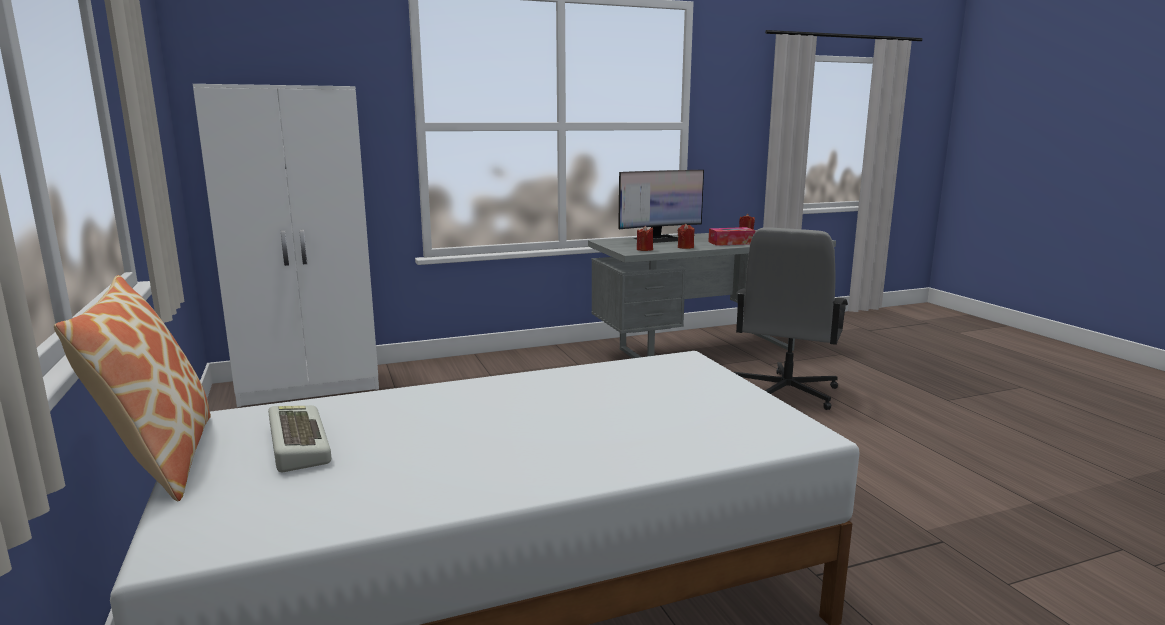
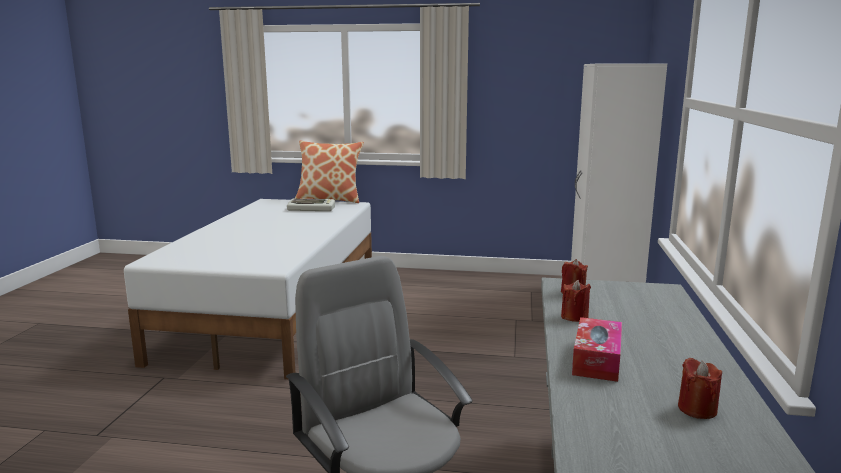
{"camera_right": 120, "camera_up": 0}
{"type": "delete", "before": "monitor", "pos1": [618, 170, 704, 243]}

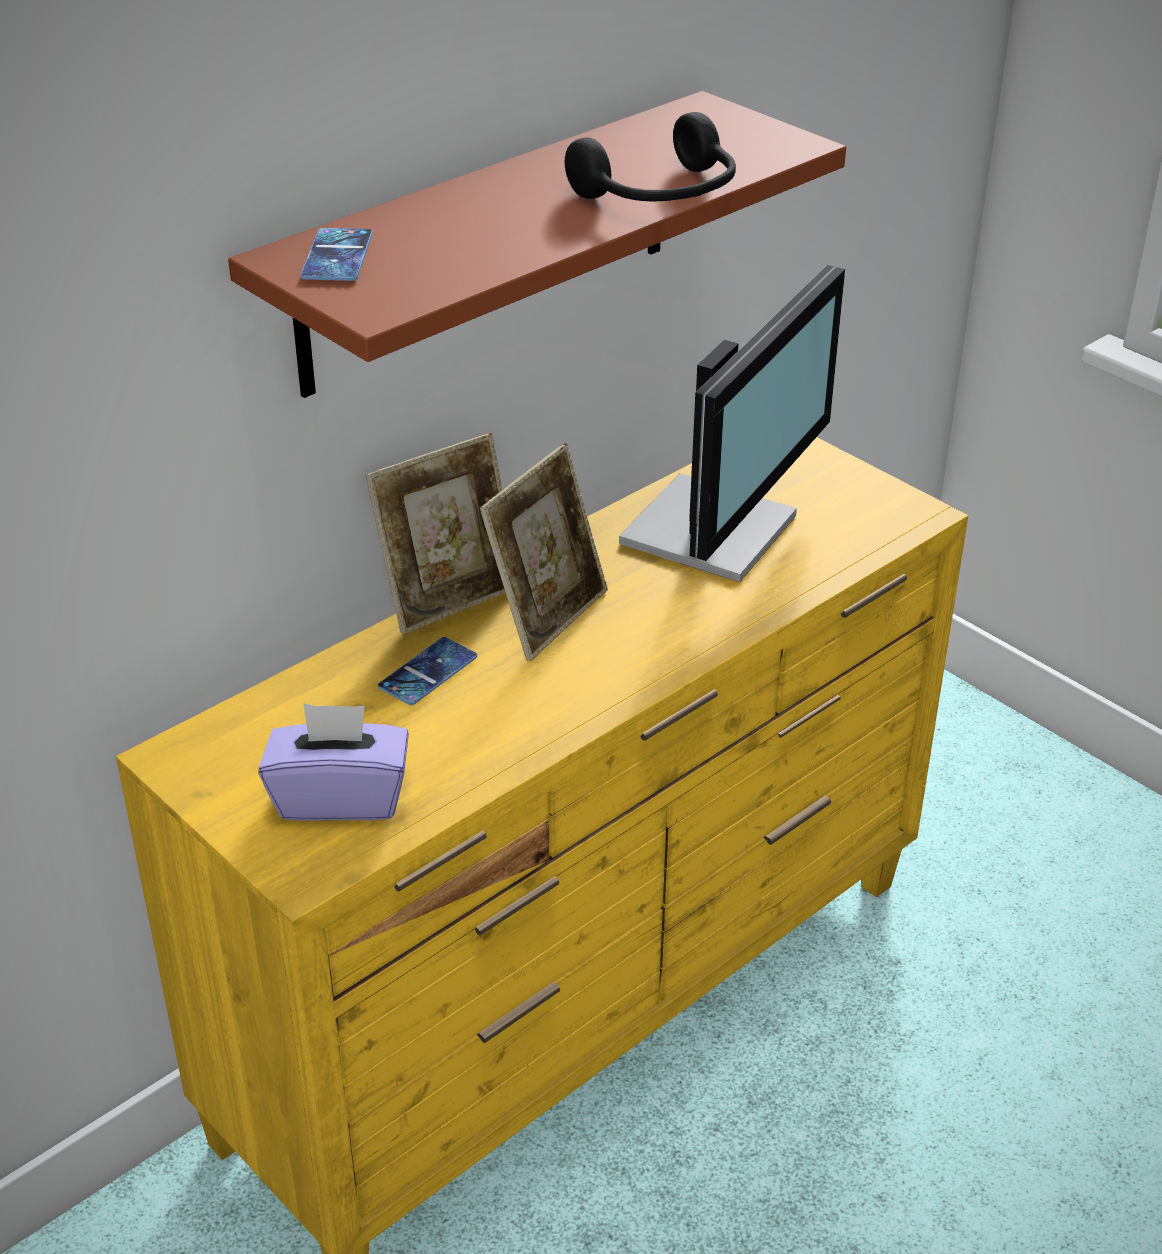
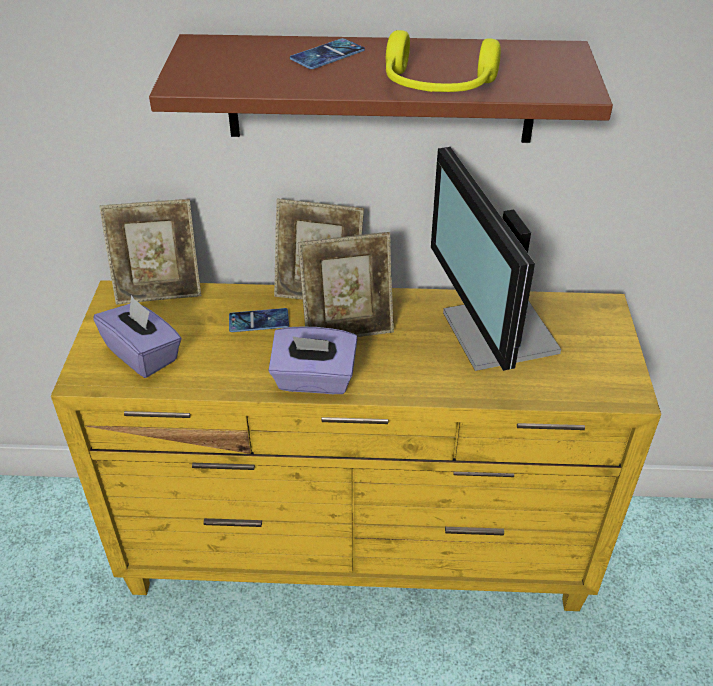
{"camera_right": 45, "camera_up": 5}
{"type": "insert", "after": "picture frame", "pos2": [99, 199, 201, 305]}
{"type": "insert", "after": "purple tissue box", "pos2": [268, 327, 357, 394]}
{"type": "move", "before": "phone", "pos1": [300, 228, 373, 281], "pos2": [290, 38, 365, 69]}
{"type": "recolor", "before": "black headphones", "after": "yellow headphones", "pos1": [565, 112, 736, 202], "pos2": [386, 30, 501, 92]}
{"type": "rotate", "before": "monitor", "pos1": [619, 265, 845, 582], "pos2": [431, 147, 561, 371], "turn": 90}

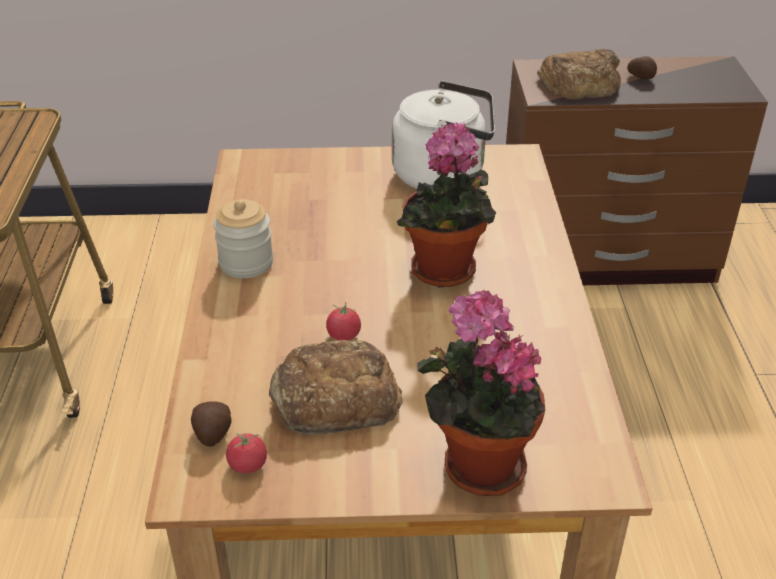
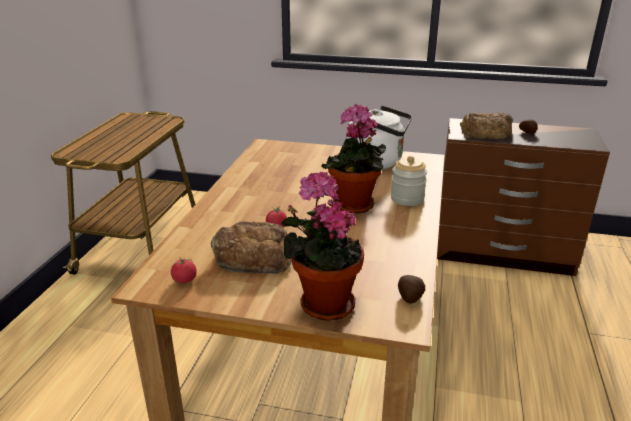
{"camera_right": 15, "camera_up": -10}
{"type": "move", "before": "jar", "pos1": [213, 199, 273, 278], "pos2": [391, 156, 427, 206]}
{"type": "move", "before": "potato", "pos1": [191, 401, 232, 447], "pos2": [398, 275, 425, 303]}

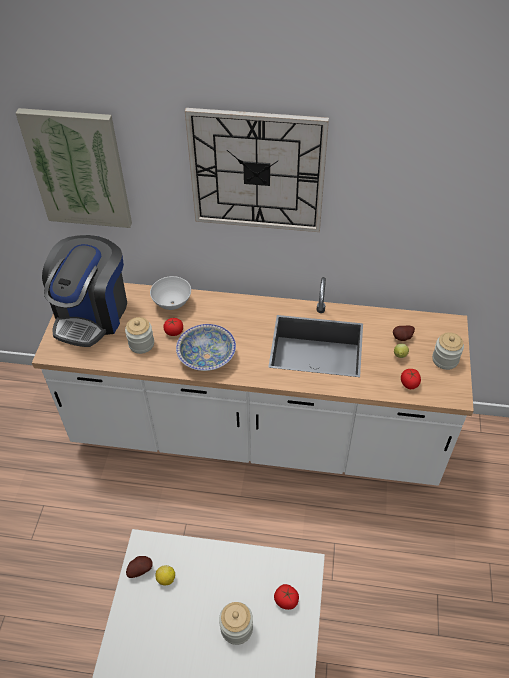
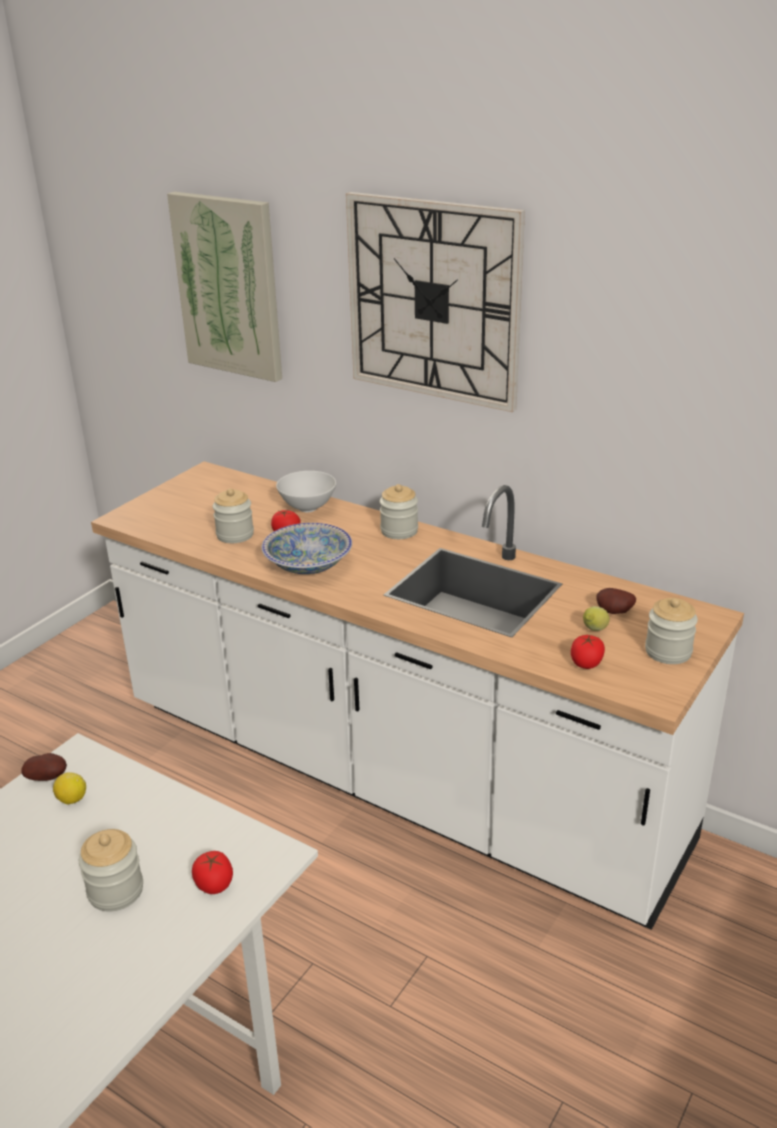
{"camera_right": 25, "camera_up": -20}
{"type": "insert", "after": "jar", "pos2": [380, 484, 418, 539]}
{"type": "delete", "before": "coffee machine", "pos1": [42, 235, 127, 347]}

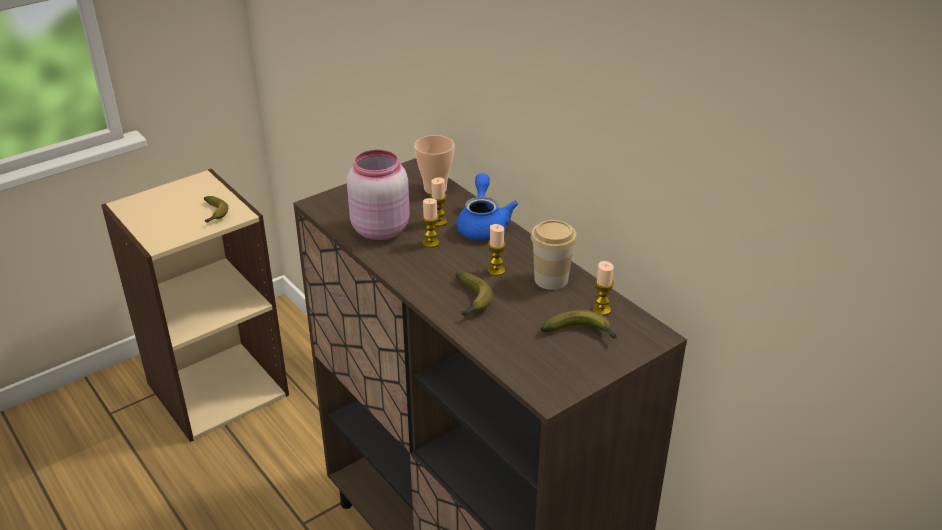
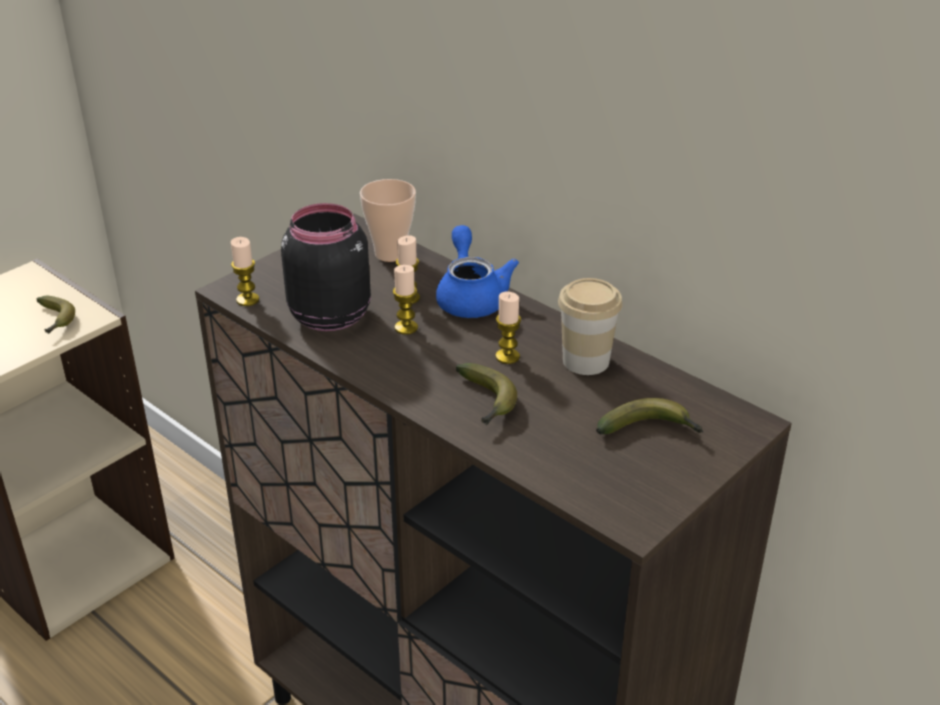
{"camera_right": -10, "camera_up": 0}
{"type": "move", "before": "candle", "pos1": [592, 261, 614, 316], "pos2": [231, 237, 259, 306]}
{"type": "recolor", "before": "pink jar", "after": "black jar", "pos1": [347, 150, 410, 240], "pos2": [281, 203, 371, 331]}

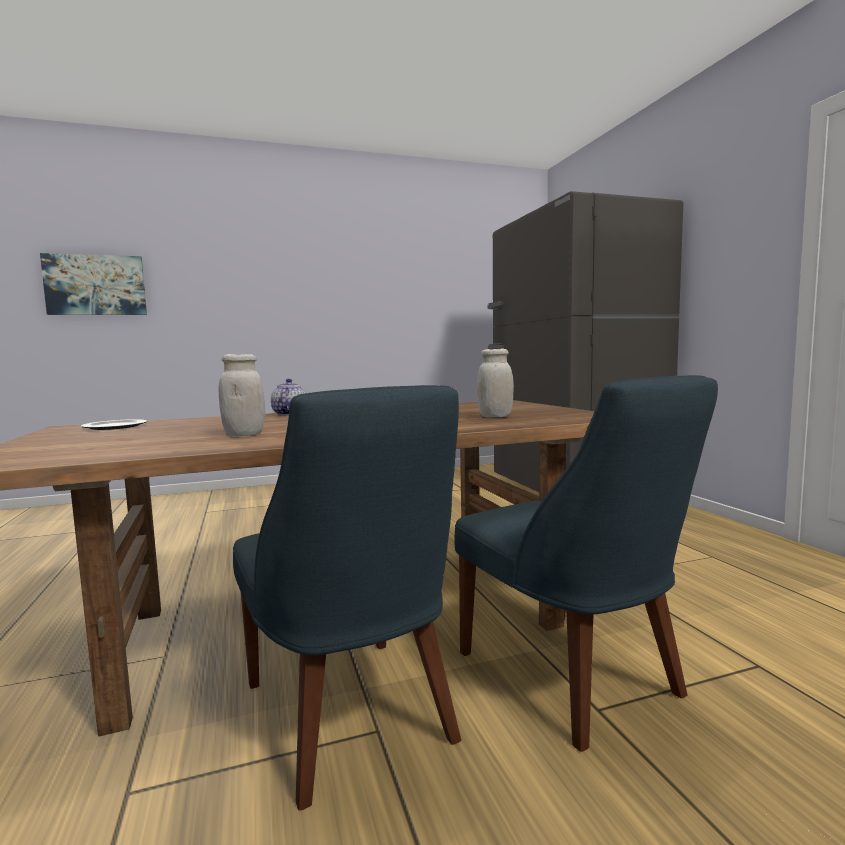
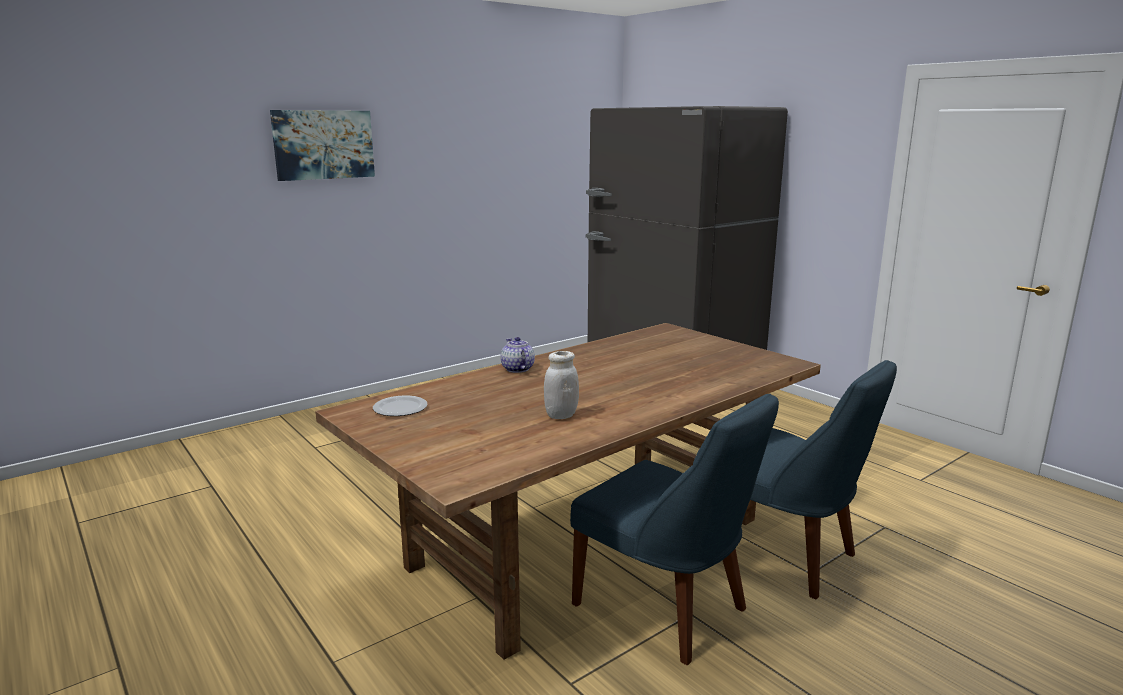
{"camera_right": -20, "camera_up": 10}
{"type": "move", "before": "picture", "pos1": [40, 253, 147, 315], "pos2": [270, 110, 375, 181]}
{"type": "delete", "before": "white jar", "pos1": [477, 348, 514, 417]}

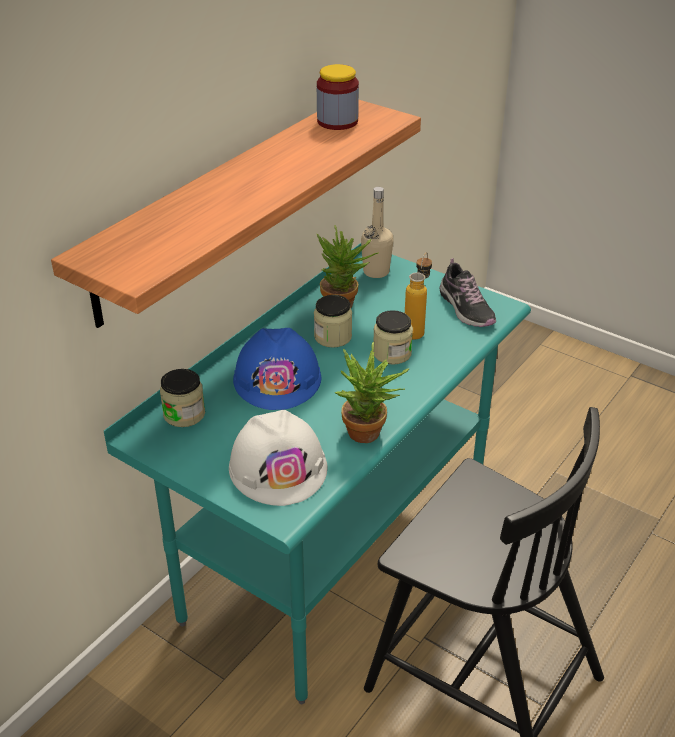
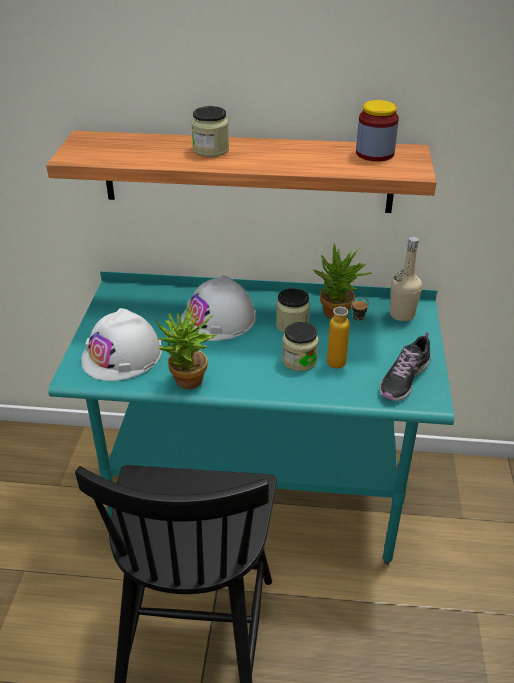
{"camera_right": 60, "camera_up": 0}
{"type": "recolor", "before": "blue hard hat", "after": "white hard hat", "pos1": [233, 328, 321, 410], "pos2": [180, 275, 256, 341]}
{"type": "move", "before": "jar", "pos1": [160, 369, 205, 427], "pos2": [191, 106, 229, 157]}

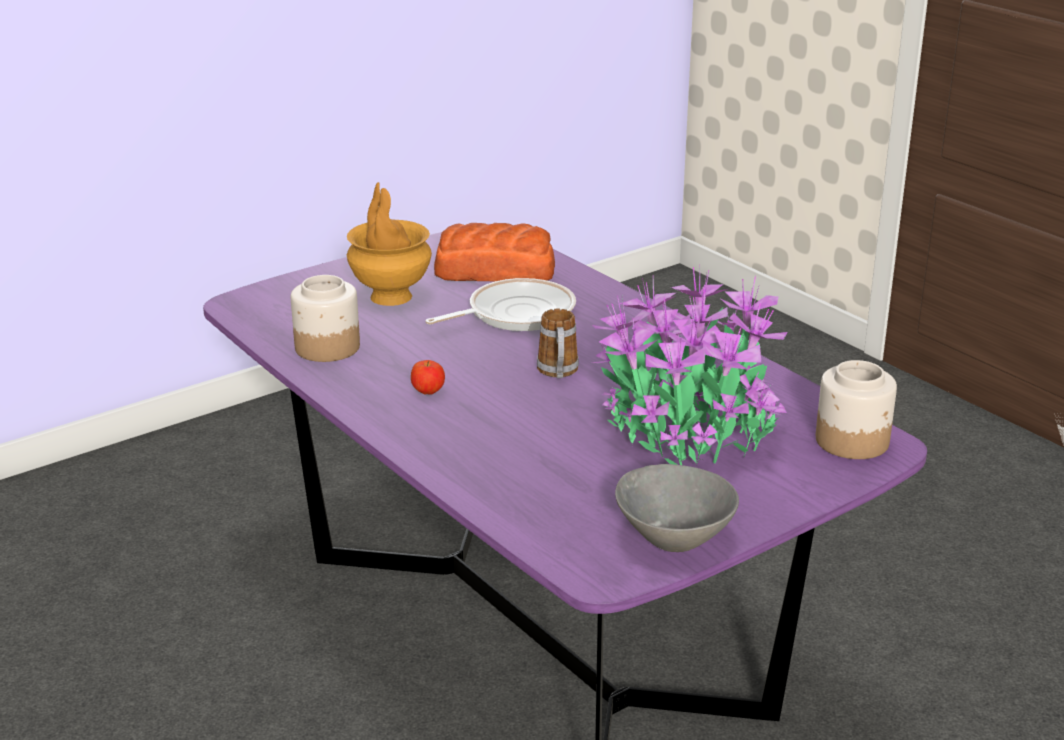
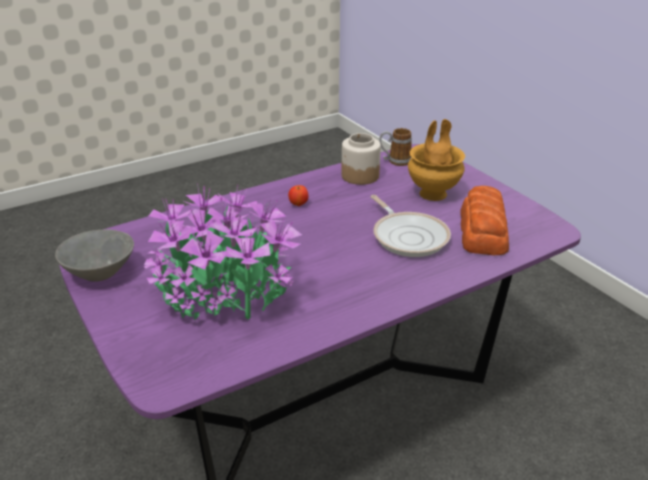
{"camera_right": 95, "camera_up": 5}
{"type": "move", "before": "mug", "pos1": [537, 309, 579, 378], "pos2": [379, 128, 412, 166]}
{"type": "delete", "before": "jar", "pos1": [816, 360, 897, 459]}

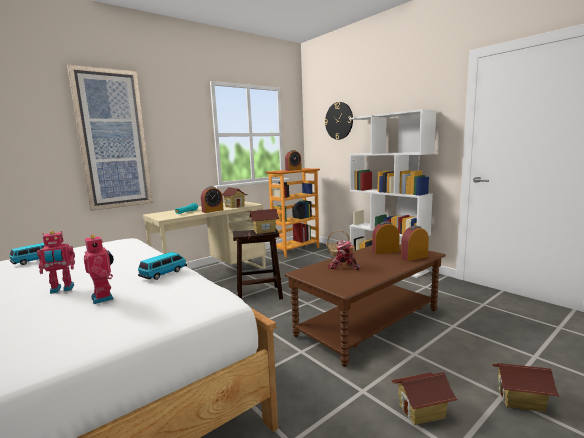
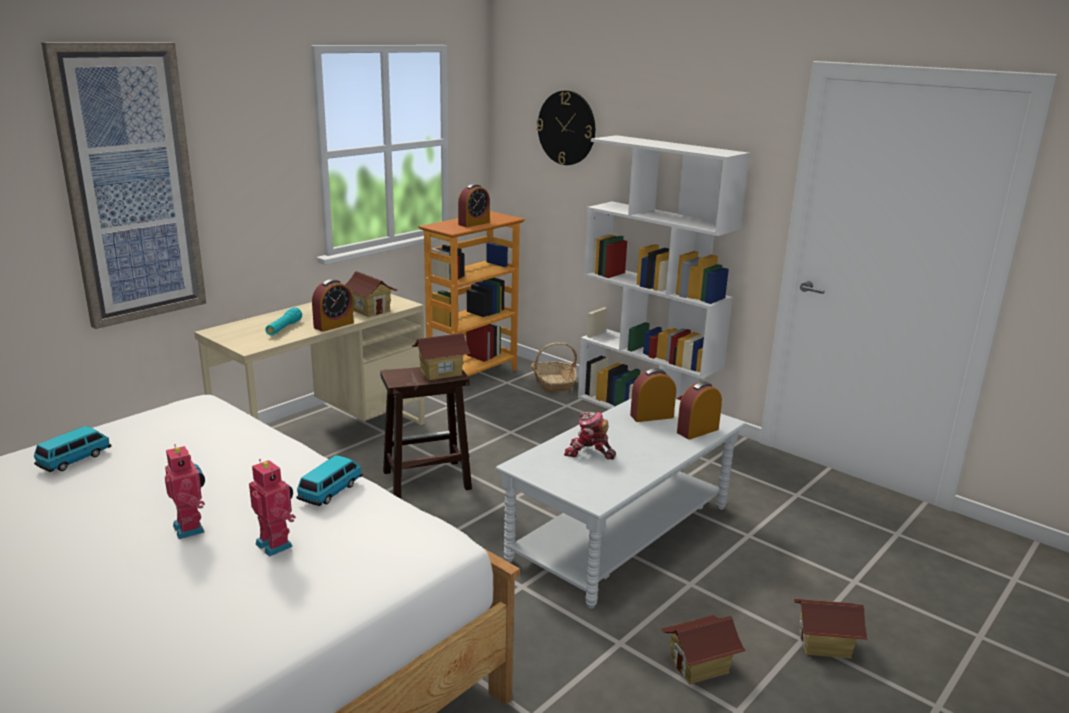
{"camera_right": -10, "camera_up": 10}
{"type": "rotate", "before": "toy robot", "pos1": [37, 231, 75, 294], "pos2": [165, 444, 205, 539], "turn": -90}
{"type": "recolor", "before": "brown coffee table", "after": "grey coffee table", "pos1": [284, 244, 446, 367], "pos2": [495, 398, 746, 608]}

